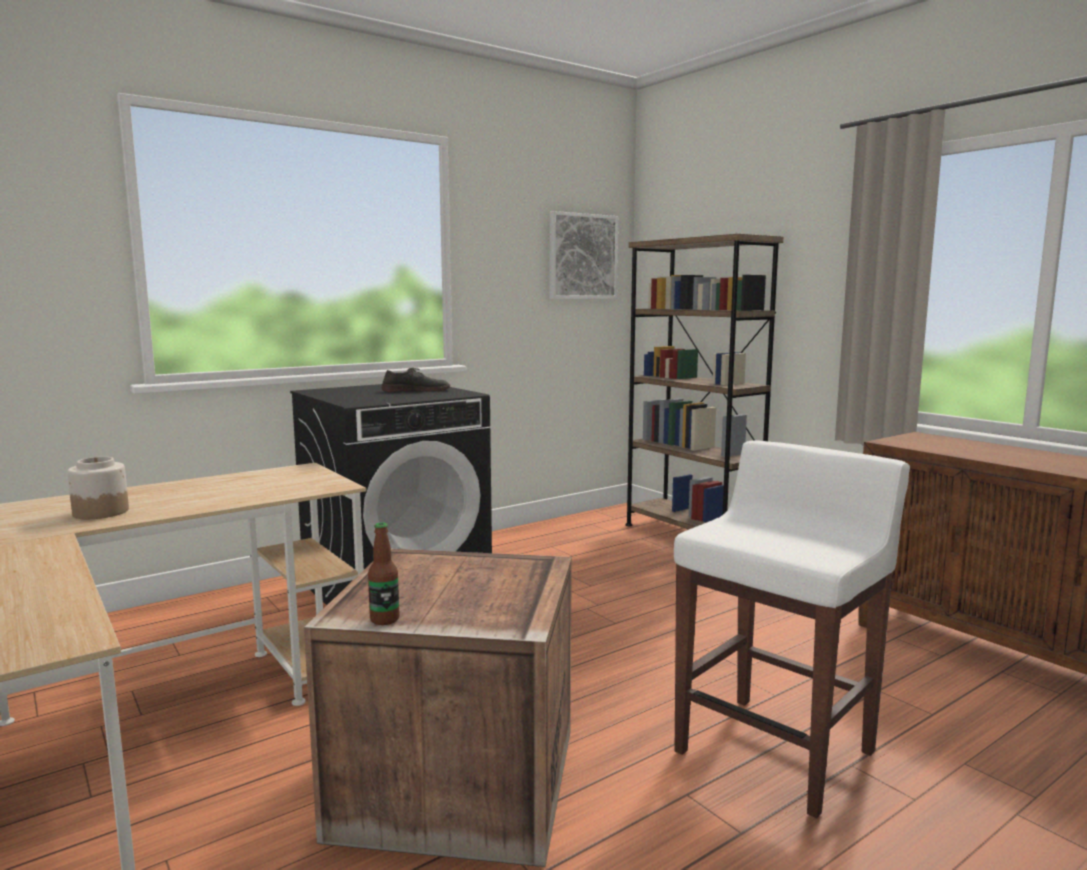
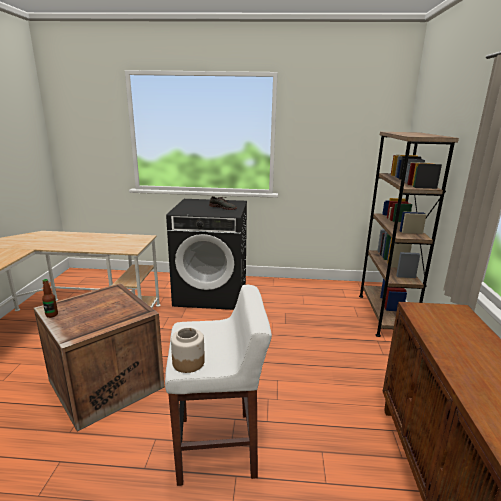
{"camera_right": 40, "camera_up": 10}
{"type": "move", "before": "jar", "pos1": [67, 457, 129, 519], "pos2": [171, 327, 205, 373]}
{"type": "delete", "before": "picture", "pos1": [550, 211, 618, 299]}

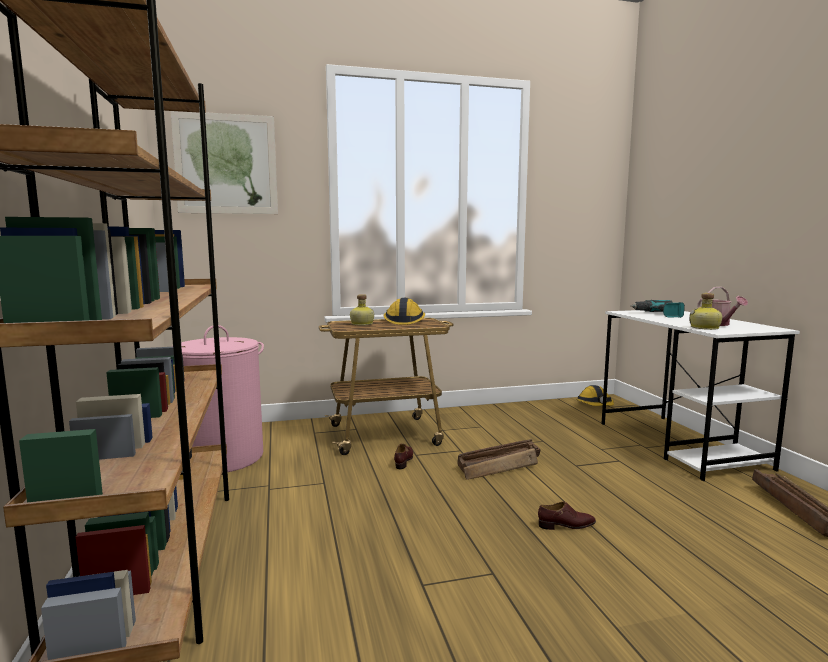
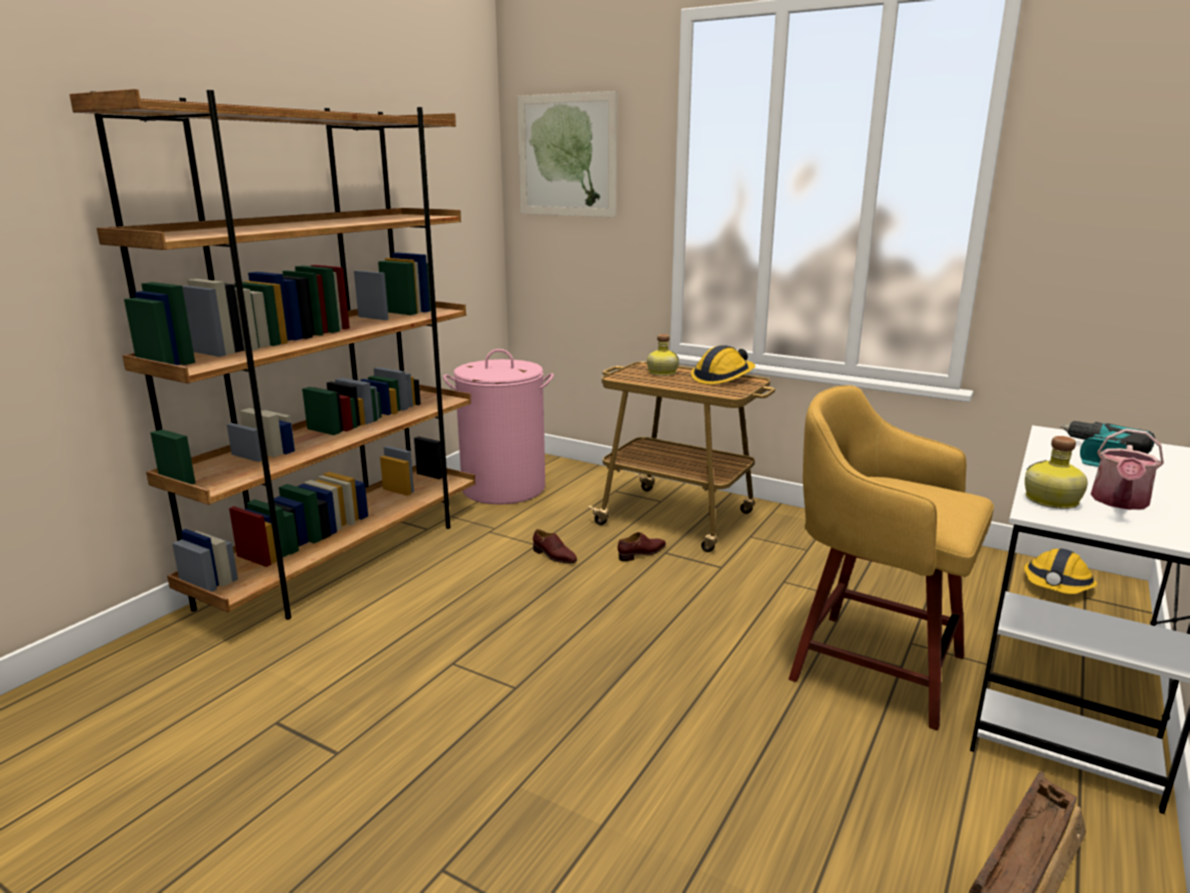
{"camera_right": 45, "camera_up": 10}
{"type": "move", "before": "brown shoe", "pos1": [538, 502, 596, 530], "pos2": [533, 529, 577, 563]}
{"type": "insert", "after": "yellow stool", "pos2": [789, 385, 994, 730]}
{"type": "delete", "before": "crate", "pos1": [457, 439, 541, 480]}

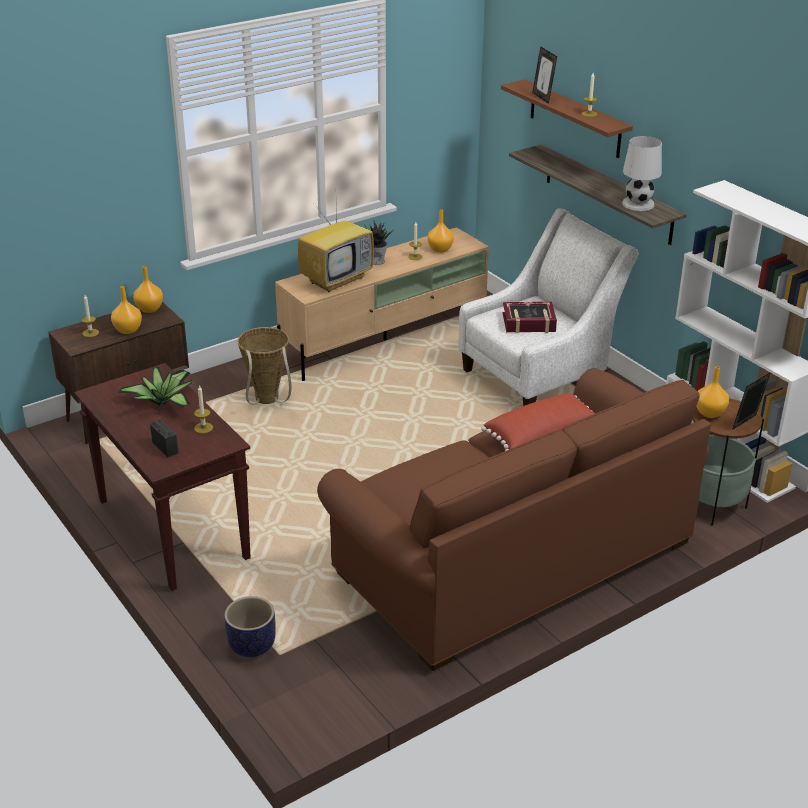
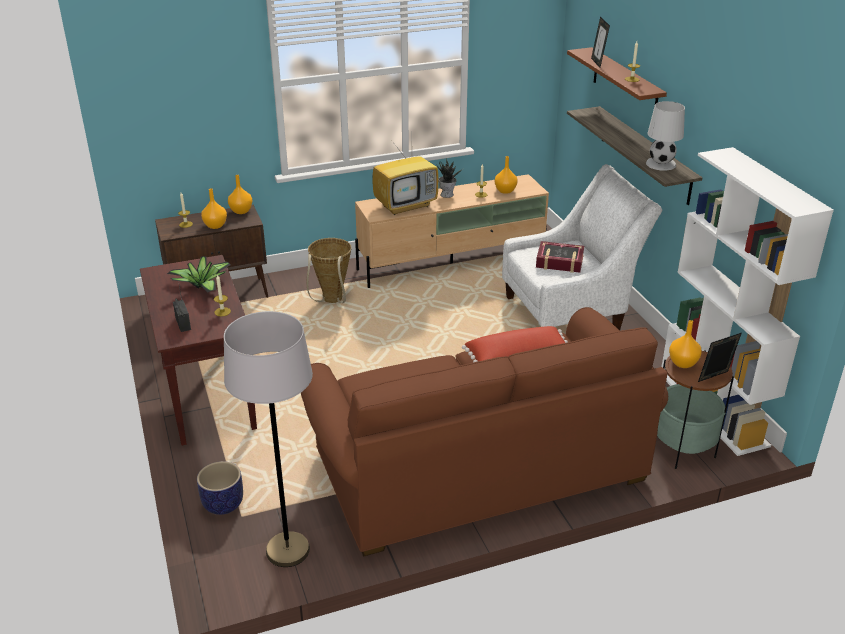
{"camera_right": 15, "camera_up": 0}
{"type": "insert", "after": "grey floor lamp", "pos2": [224, 311, 313, 567]}

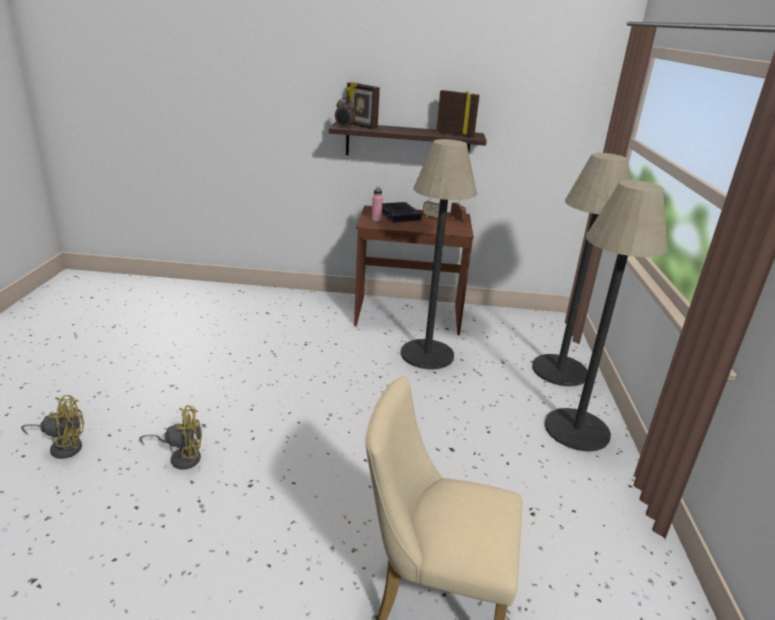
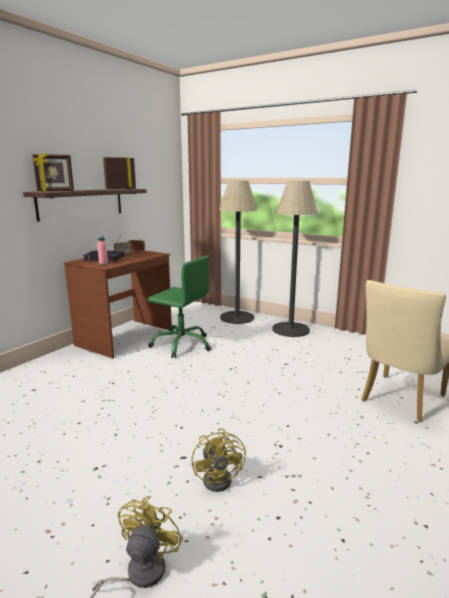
{"camera_right": -60, "camera_up": -10}
{"type": "replace", "before": "floor lamp", "after": "green office chair", "pos1": [401, 139, 477, 369], "pos2": [148, 256, 211, 358]}
{"type": "rotate", "before": "yellow fan", "pos1": [139, 405, 202, 470], "pos2": [191, 428, 246, 492], "turn": 150}
{"type": "delete", "before": "alarm clock", "pos1": [335, 98, 355, 129]}

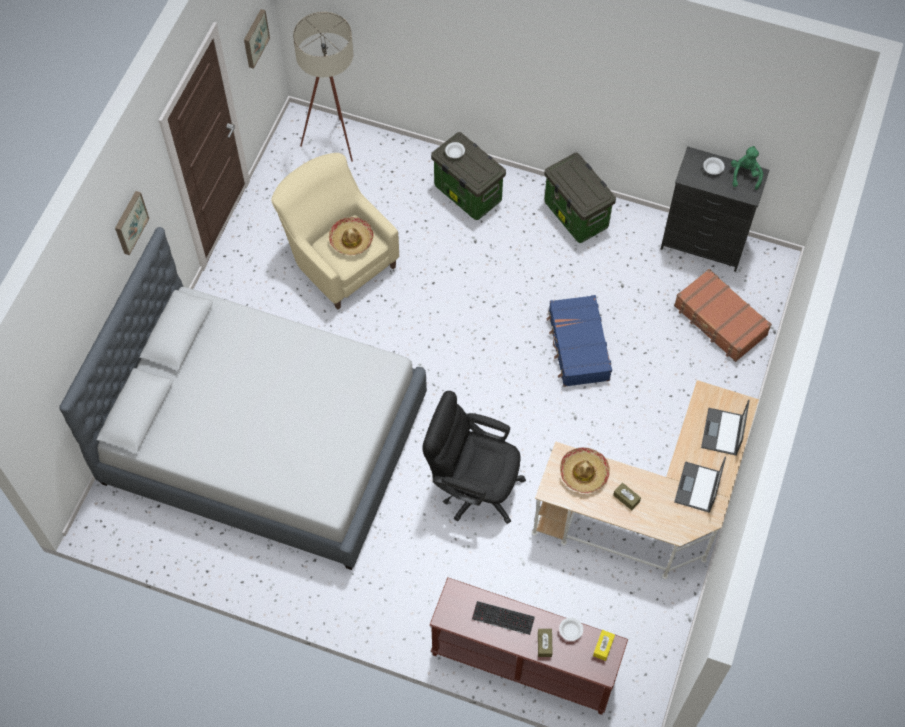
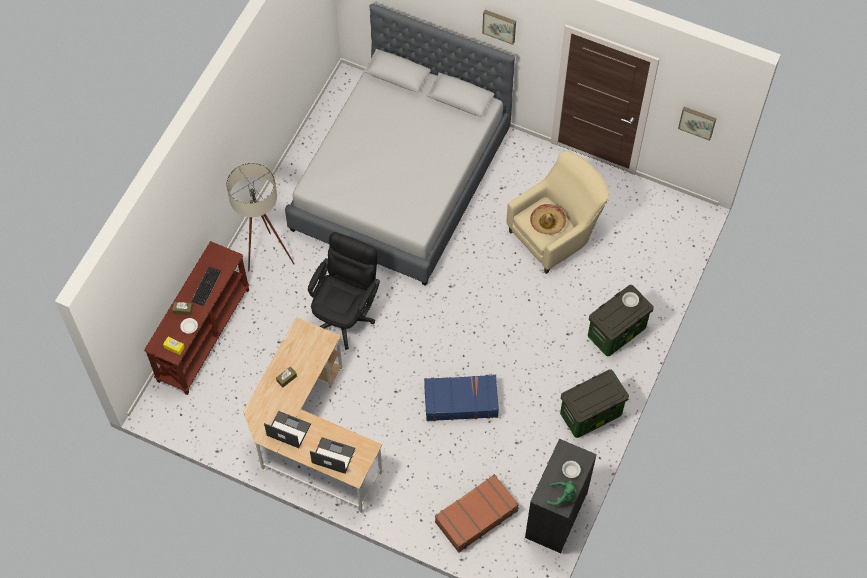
{"camera_right": 95, "camera_up": 0}
{"type": "move", "before": "beige floor lamp", "pos1": [293, 12, 353, 162], "pos2": [226, 162, 294, 271]}
{"type": "delete", "before": "hat", "pos1": [560, 447, 610, 493]}

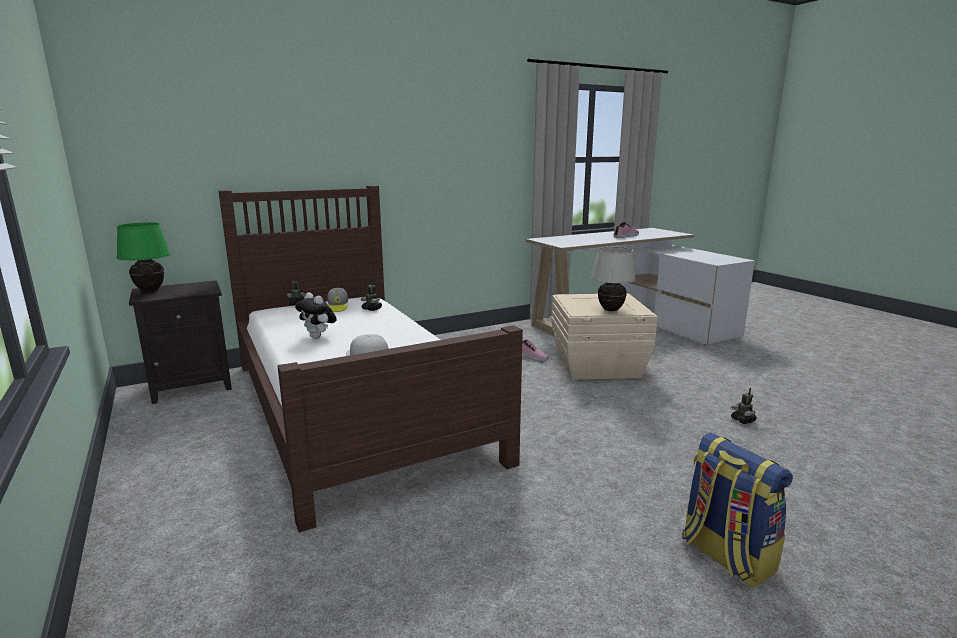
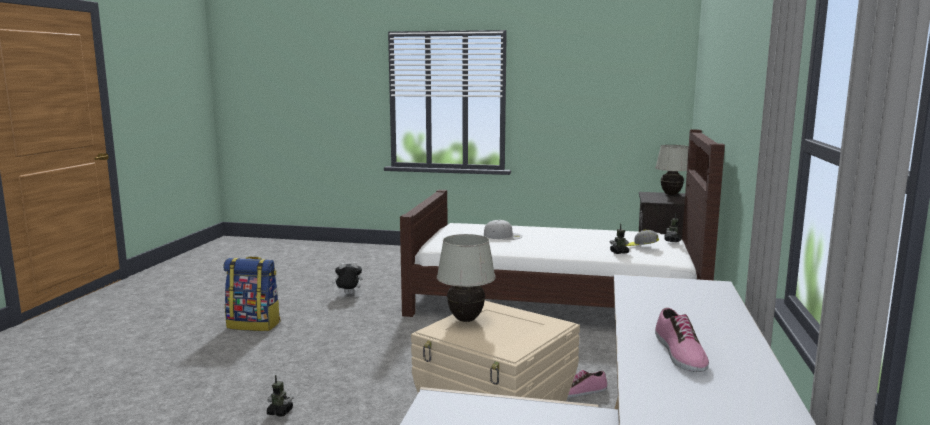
{"camera_right": 130, "camera_up": -5}
{"type": "move", "before": "plush toy", "pos1": [295, 292, 337, 339], "pos2": [332, 262, 363, 294]}
{"type": "recolor", "before": "green table lamp", "after": "white table lamp", "pos1": [116, 222, 170, 292], "pos2": [655, 145, 689, 195]}

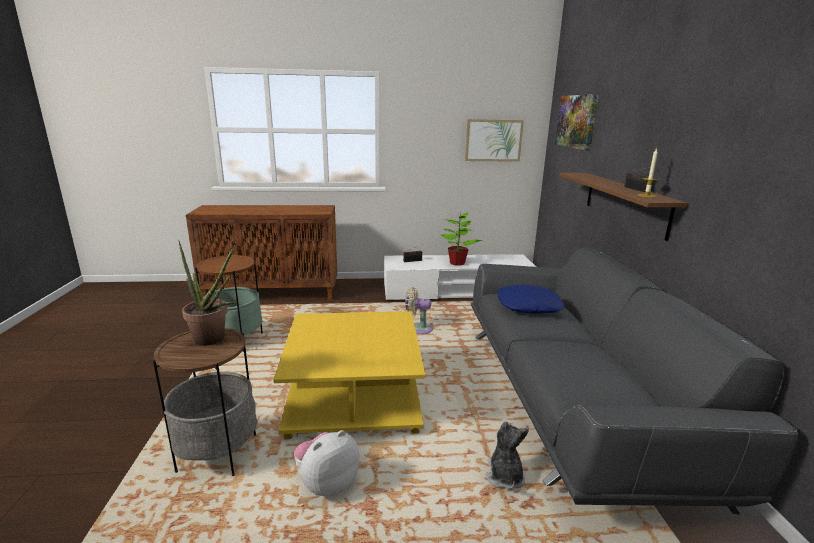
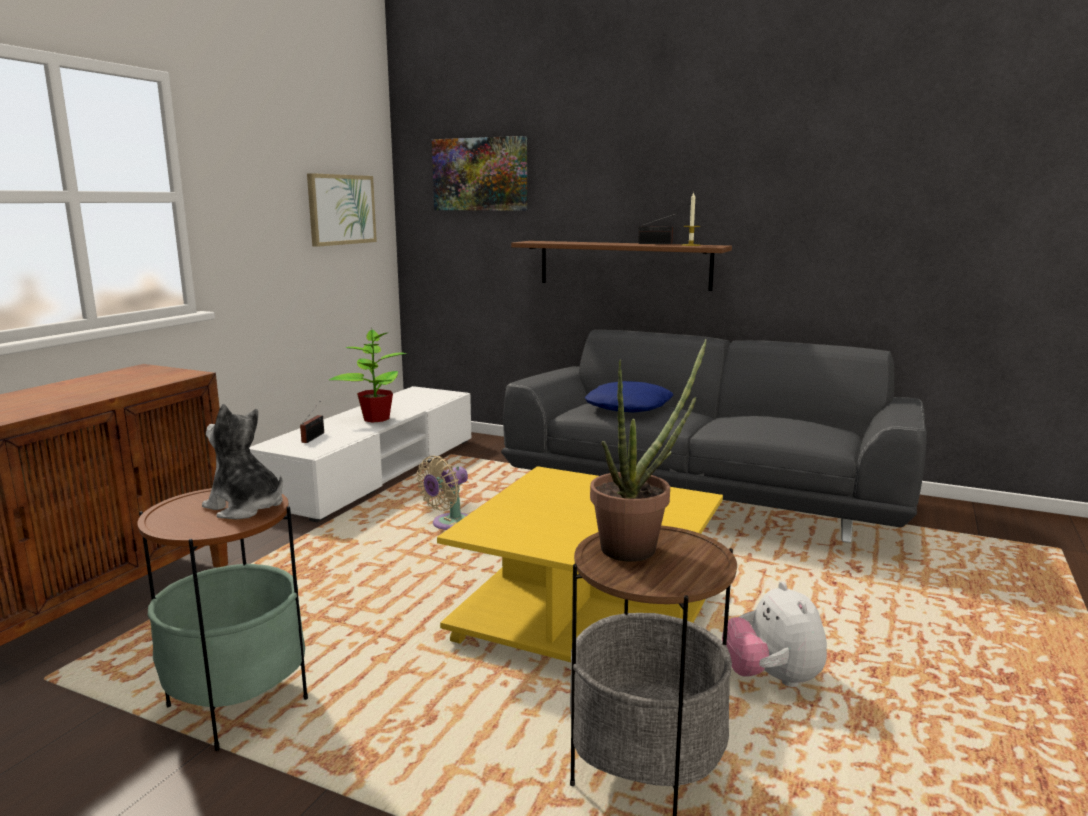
{"camera_right": -60, "camera_up": -5}
{"type": "move", "before": "plush toy", "pos1": [486, 421, 529, 490], "pos2": [202, 404, 283, 519]}

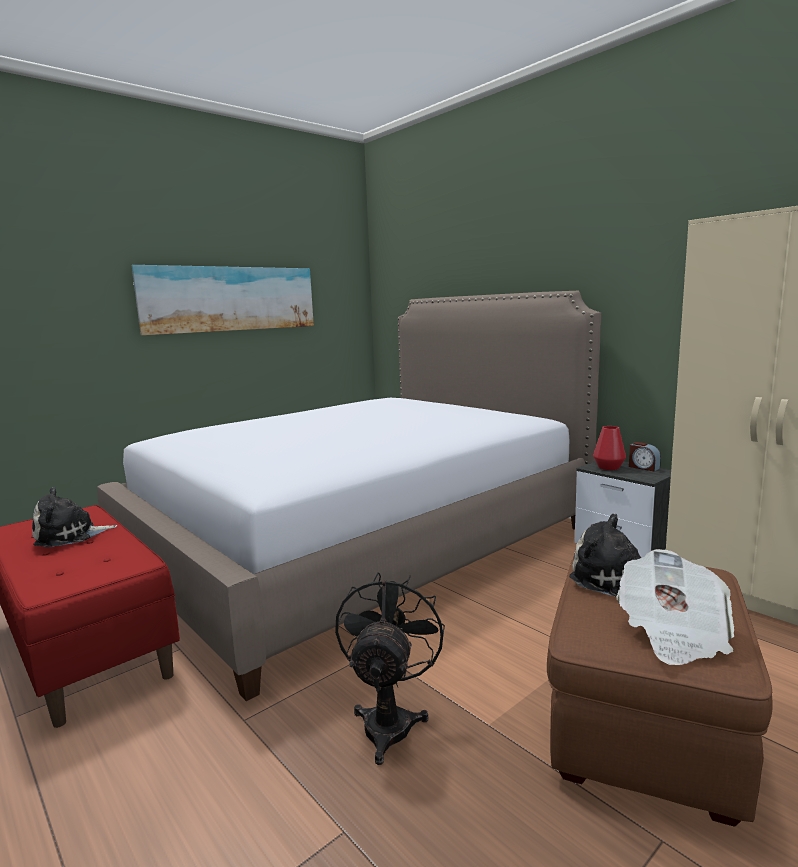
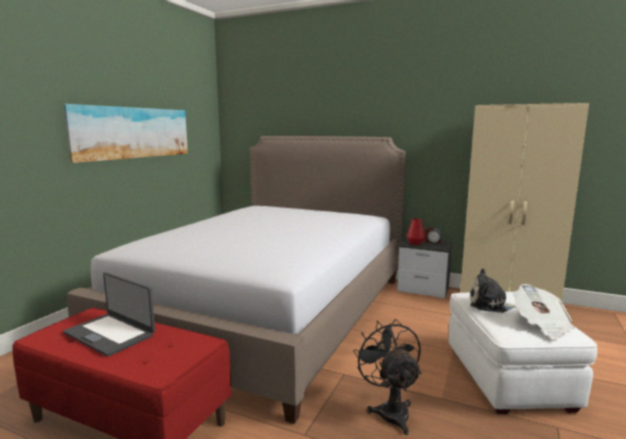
{"camera_right": -25, "camera_up": 0}
{"type": "replace", "before": "plush toy", "after": "laptop", "pos1": [32, 487, 117, 547], "pos2": [63, 272, 155, 357]}
{"type": "recolor", "before": "brown ottoman", "after": "white ottoman", "pos1": [547, 557, 773, 827], "pos2": [449, 292, 597, 414]}

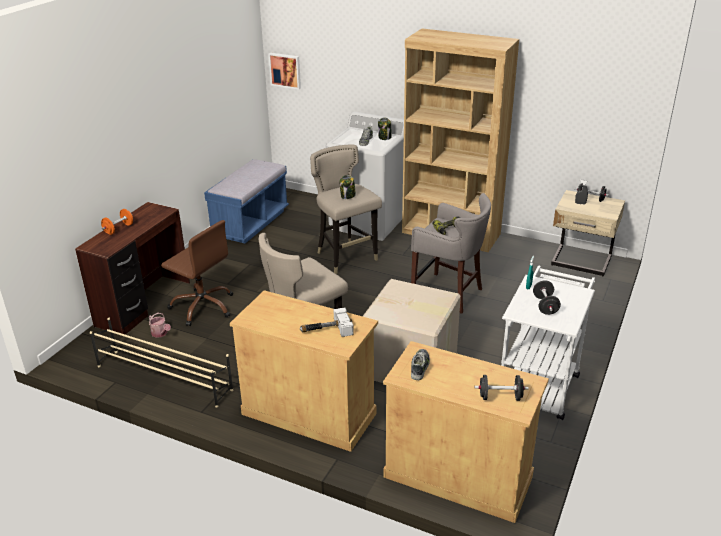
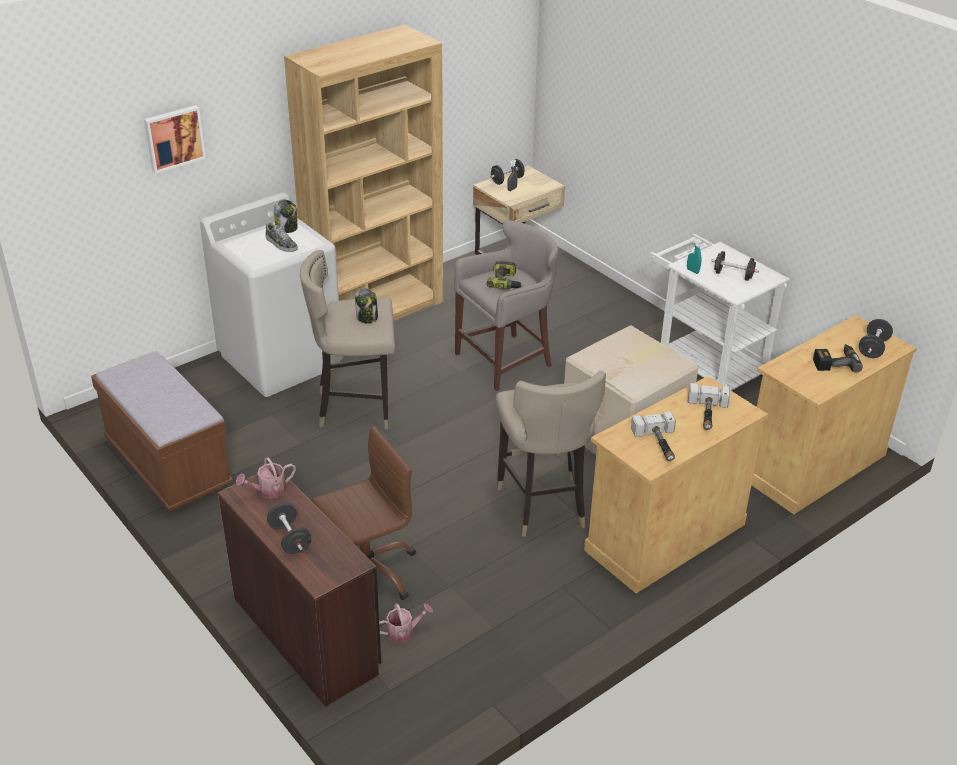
{"camera_right": -65, "camera_up": 5}
{"type": "recolor", "before": "blue bench", "after": "brown bench", "pos1": [204, 159, 289, 243], "pos2": [91, 351, 233, 511]}
{"type": "move", "before": "picture", "pos1": [269, 53, 301, 89], "pos2": [144, 105, 206, 173]}
{"type": "insert", "after": "watering can", "pos2": [236, 457, 296, 499]}
{"type": "recolor", "before": "orange dumbbell", "after": "black dumbbell", "pos1": [101, 209, 133, 235], "pos2": [267, 503, 312, 554]}
{"type": "insert", "after": "hammer", "pos2": [631, 412, 676, 461]}
{"type": "insert", "after": "power drill", "pos2": [813, 344, 863, 373]}
{"type": "delete", "before": "beige shoe rack", "pos1": [90, 318, 233, 408]}
{"type": "delete", "before": "shoe", "pos1": [411, 349, 430, 380]}

